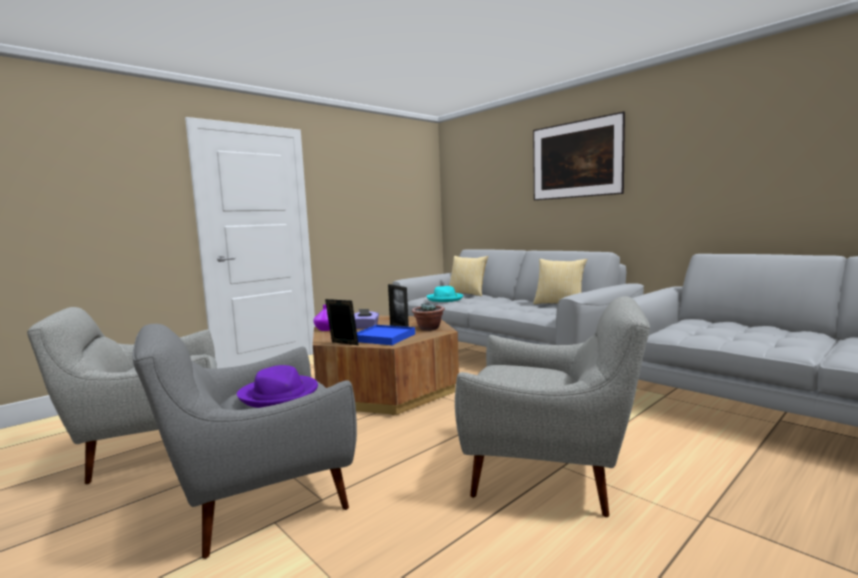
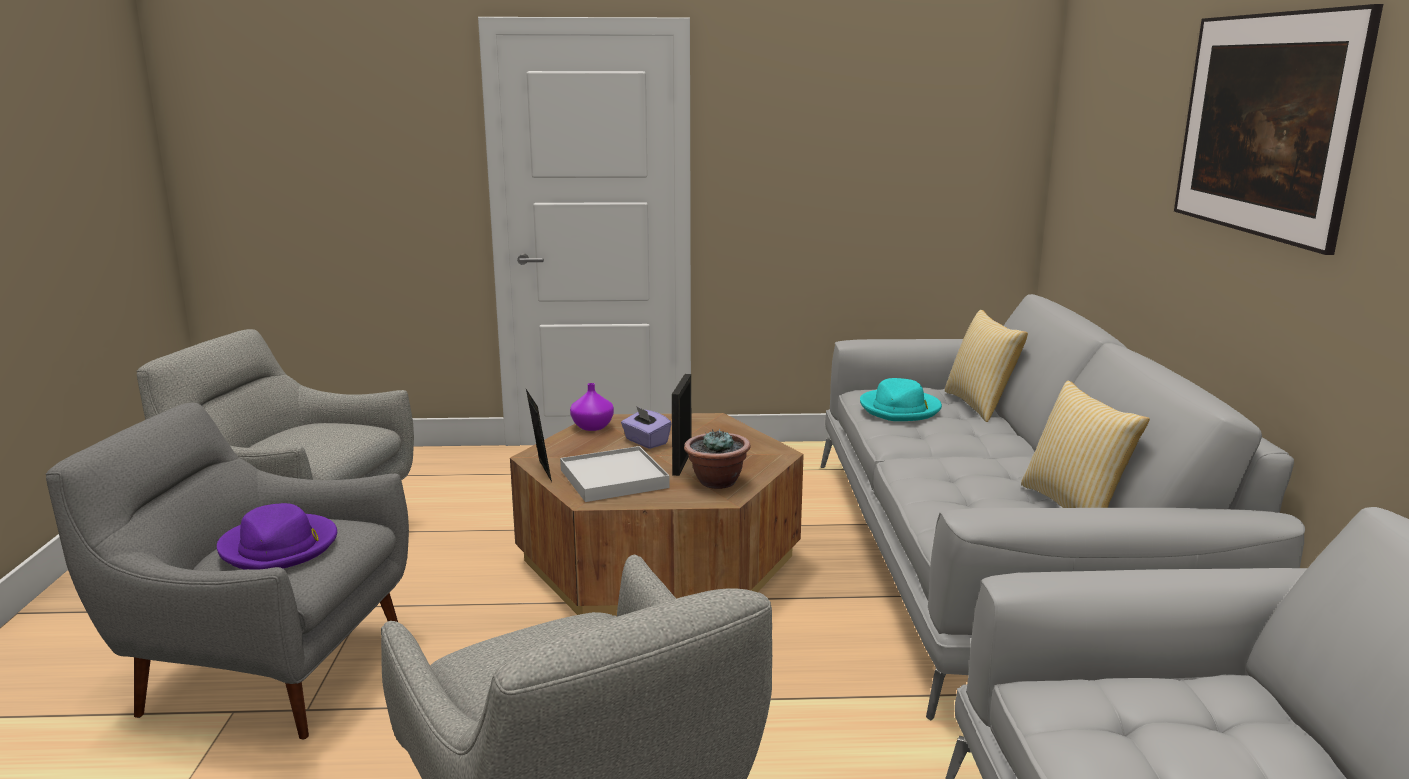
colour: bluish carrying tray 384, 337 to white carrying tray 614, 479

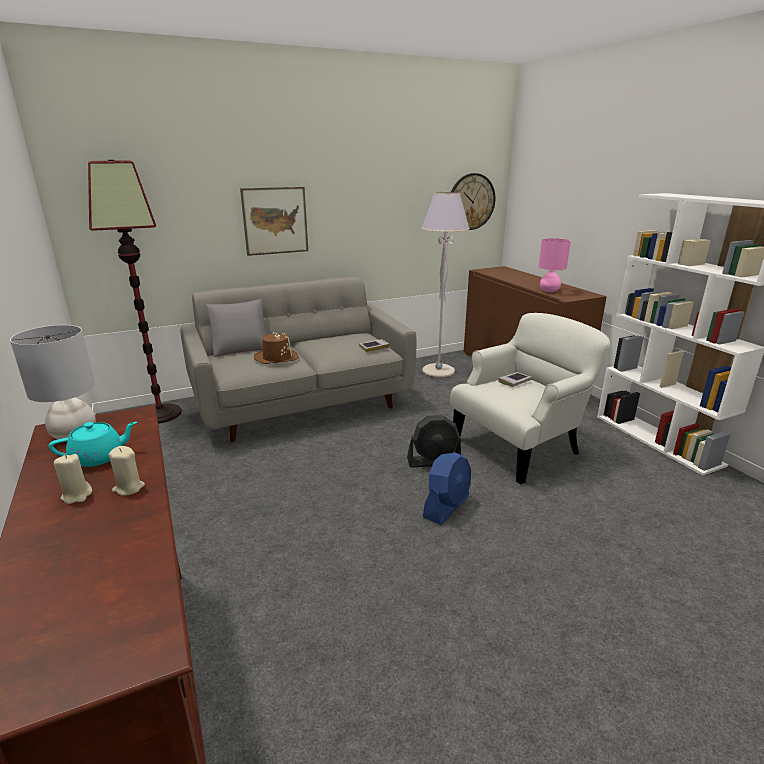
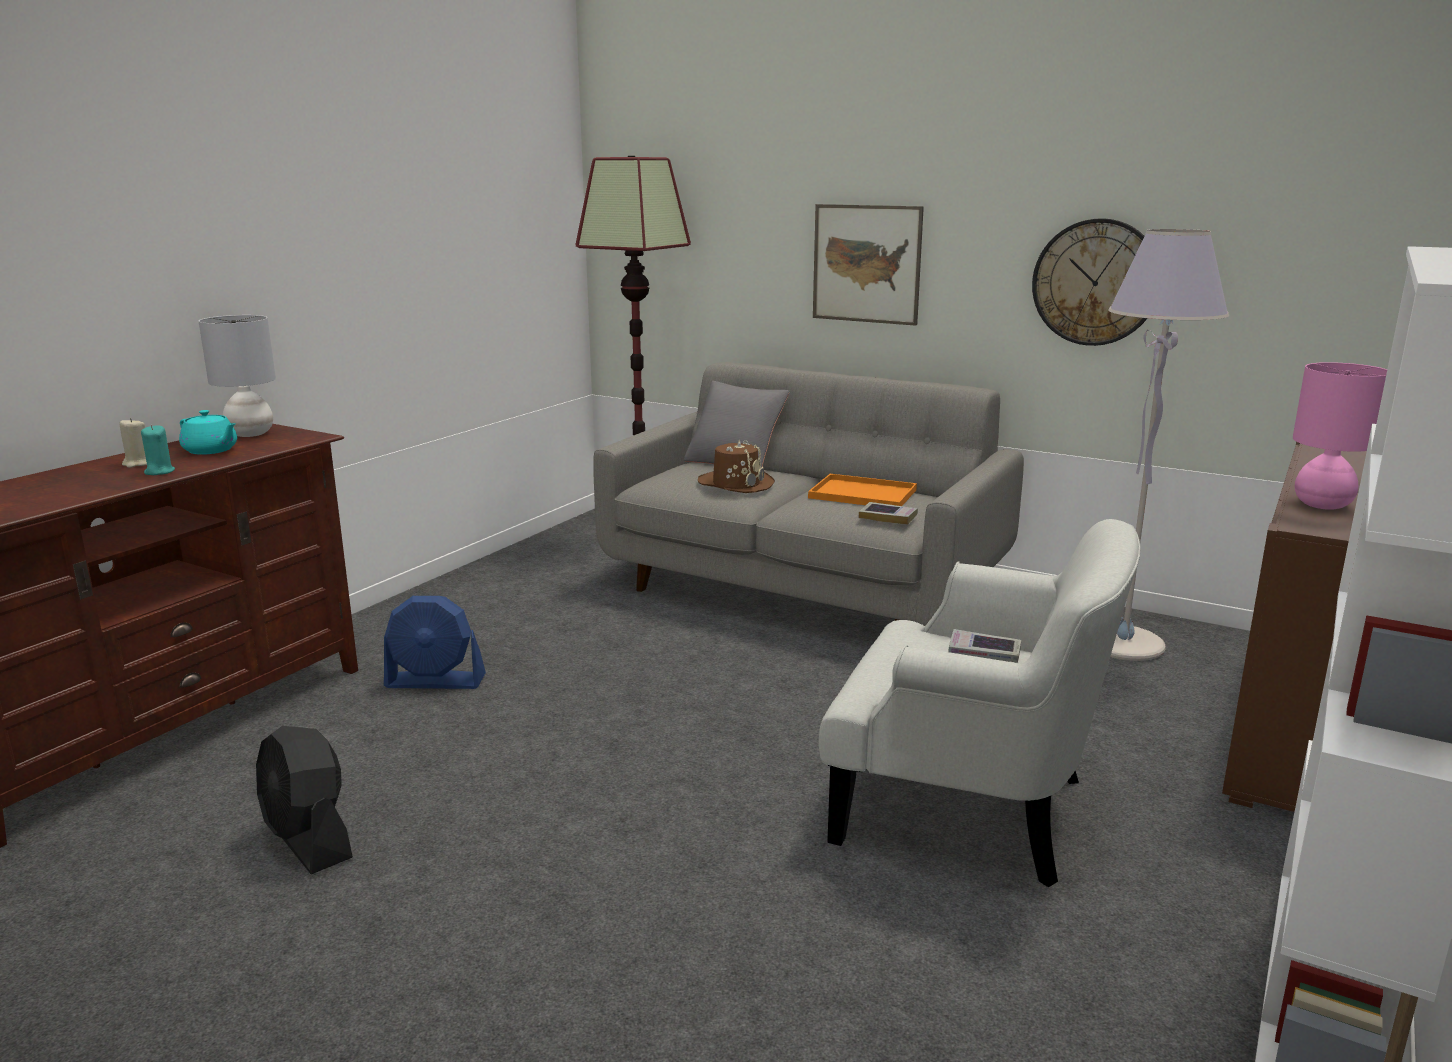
appeared: orange carrying tray 865, 494
relocated: black-coloured cooling fan 434, 461 to 308, 839; bluish cooling fan 446, 506 to 436, 681; hanging clock 471, 201 to 1095, 282
colour: beige candle 128, 488 to blue-green candle 159, 472

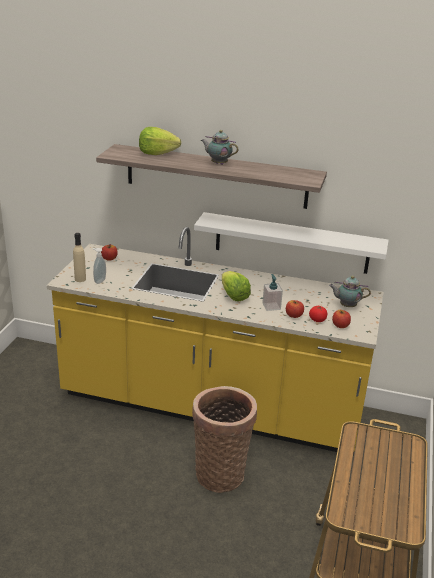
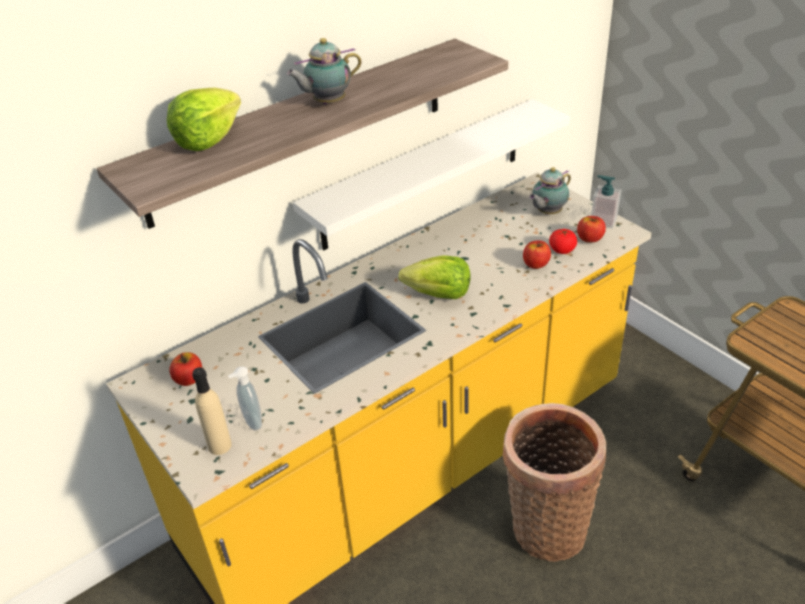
relocated: liquid soap bottle 271, 306 to 603, 220

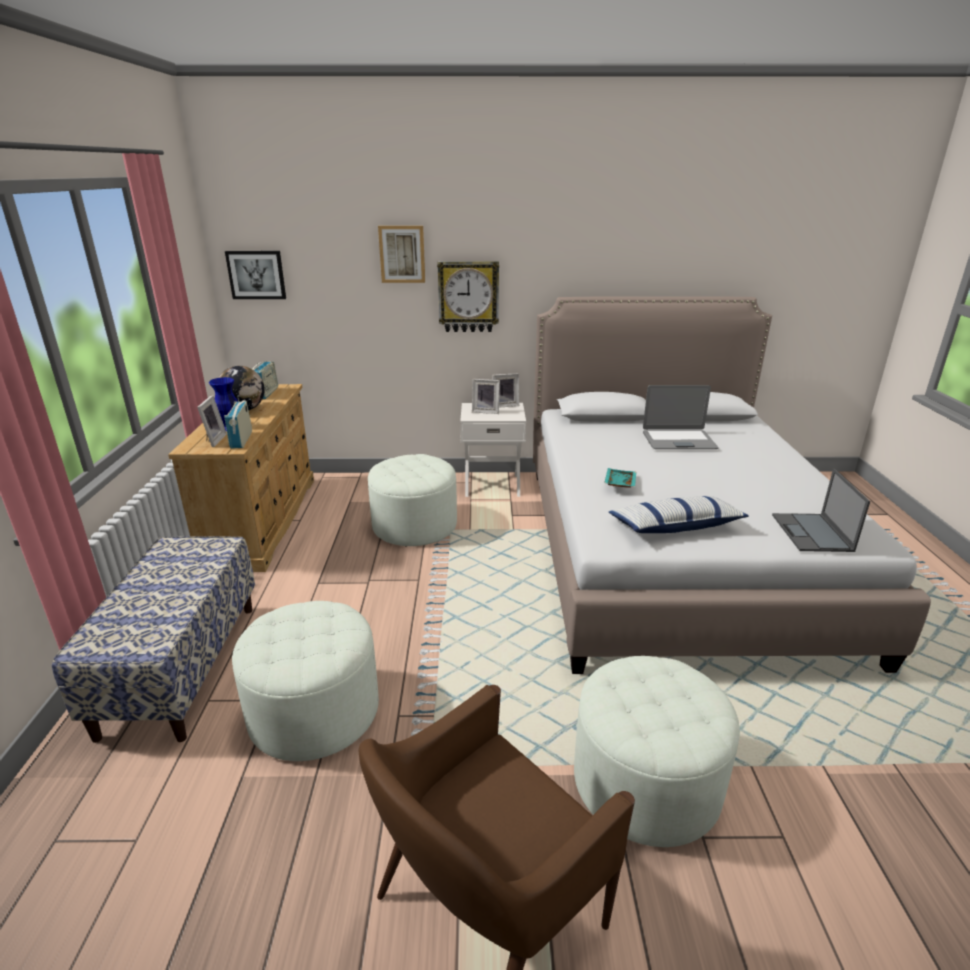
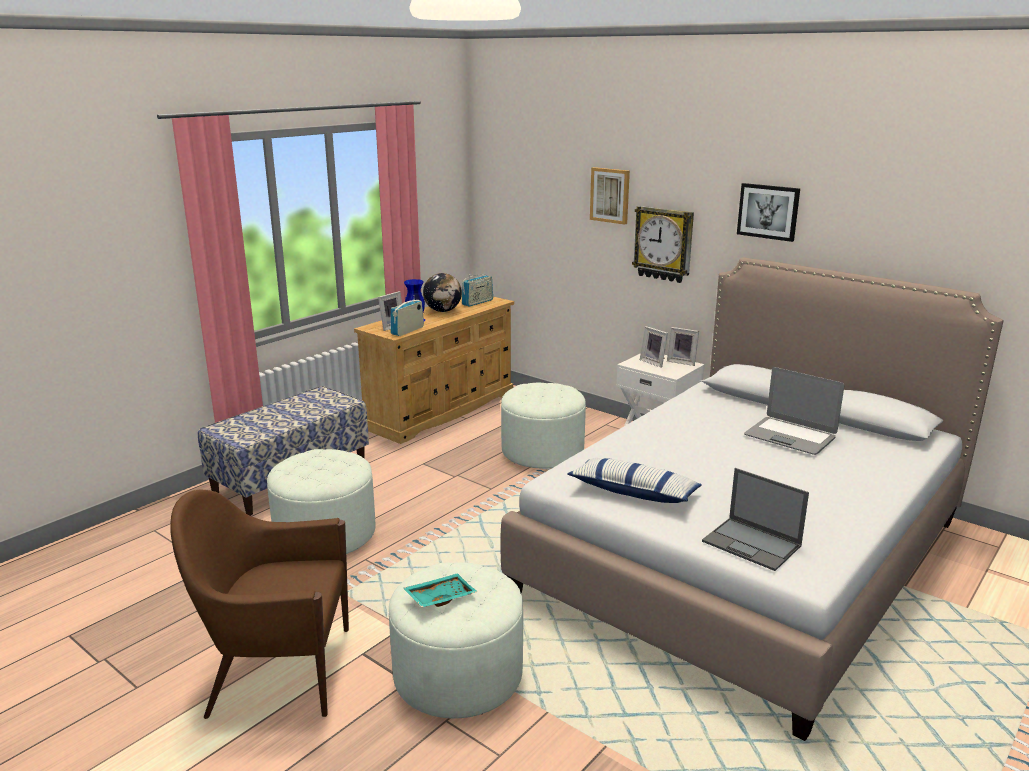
relocated: wall art 256, 275 to 768, 211; blue-green carrying tray 619, 484 to 440, 597
spun: notebook computer 812, 533 = 752, 544 90 degrees counterclockwise

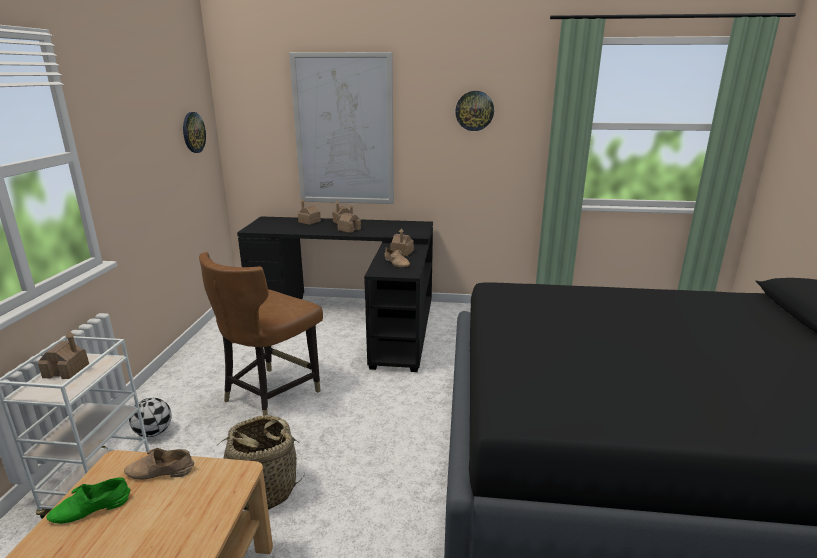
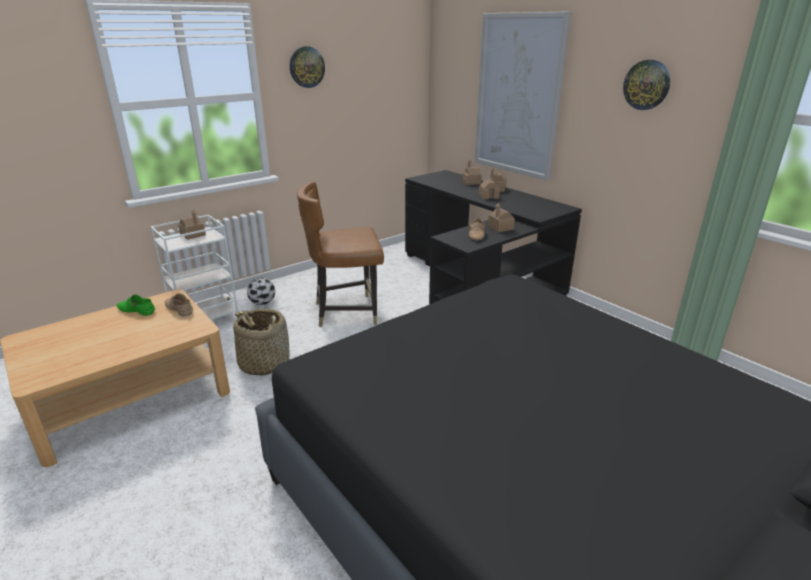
relocated: hanging clock 193, 132 to 306, 67

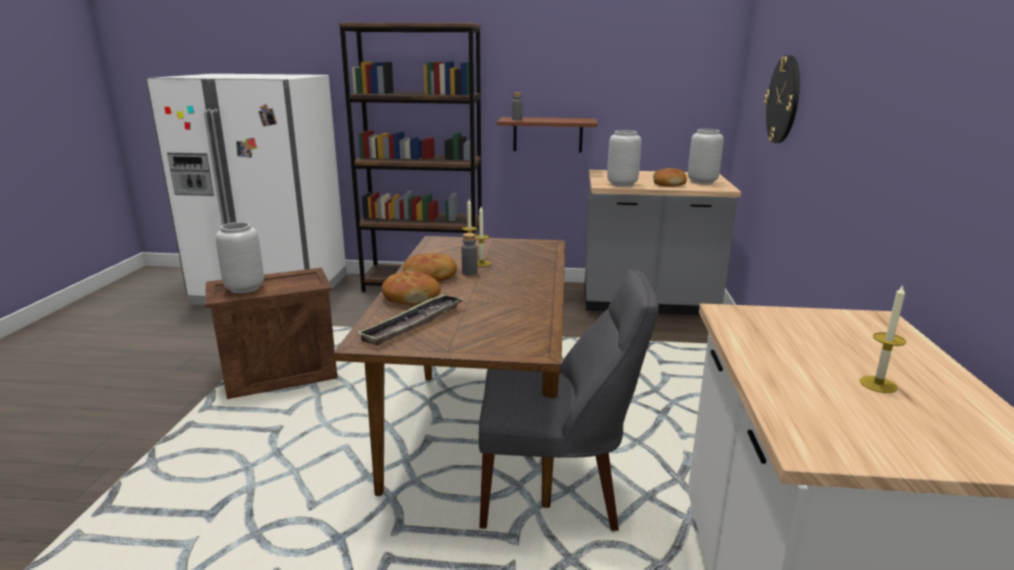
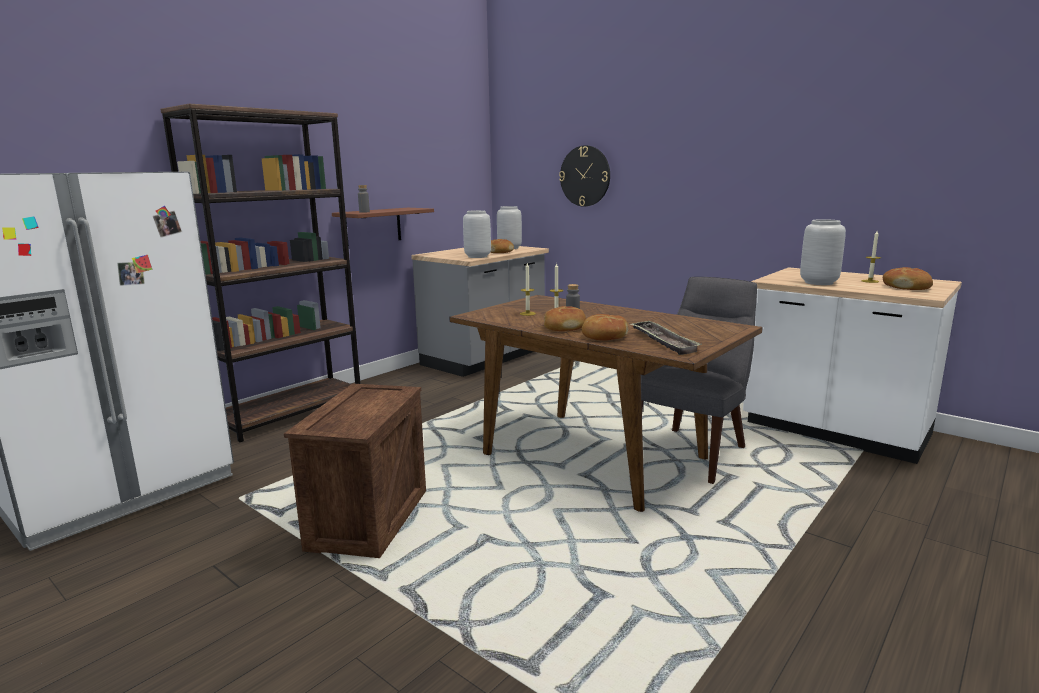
appeared: bakery bread 906, 287
relocated: greyish flower vase 245, 288 to 818, 282

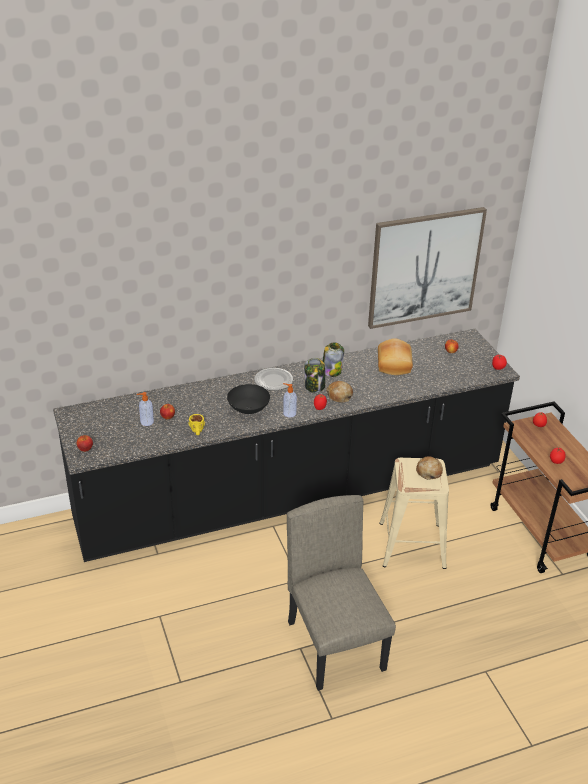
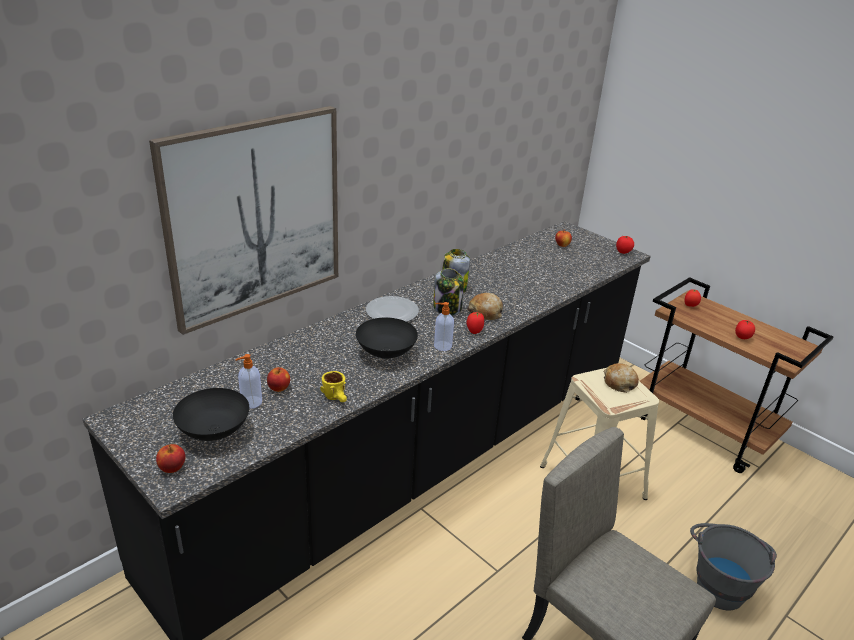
missing: bakery bread 395, 364
appeared: black-coloured deep dish 215, 431; greyish water bucket 719, 582
relocated: wall art 424, 267 to 255, 217

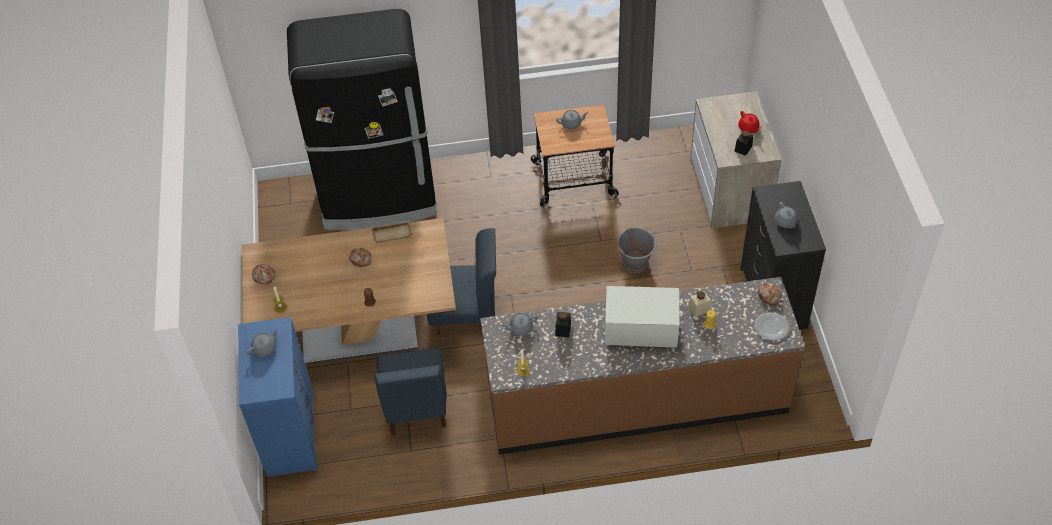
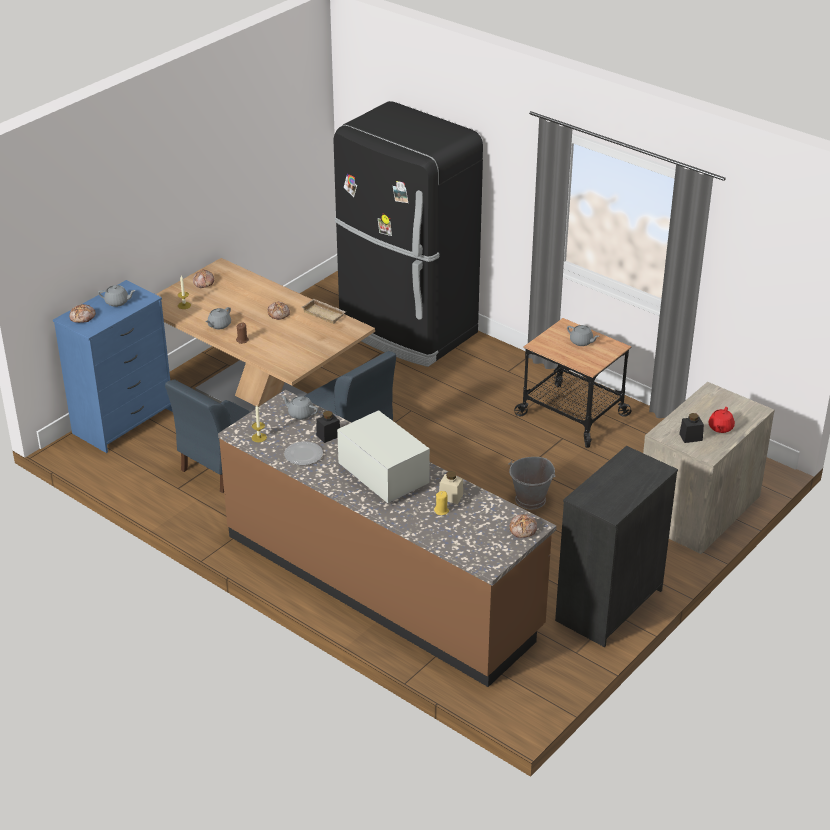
appeared: bakery bread 83, 317
relocated: flat dish 771, 327 to 304, 455; greyish teapot 785, 222 to 219, 325

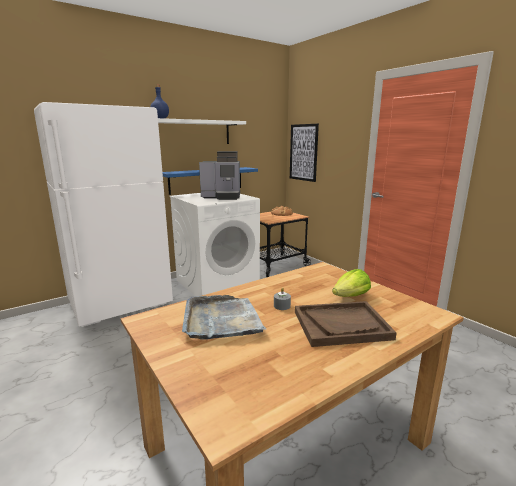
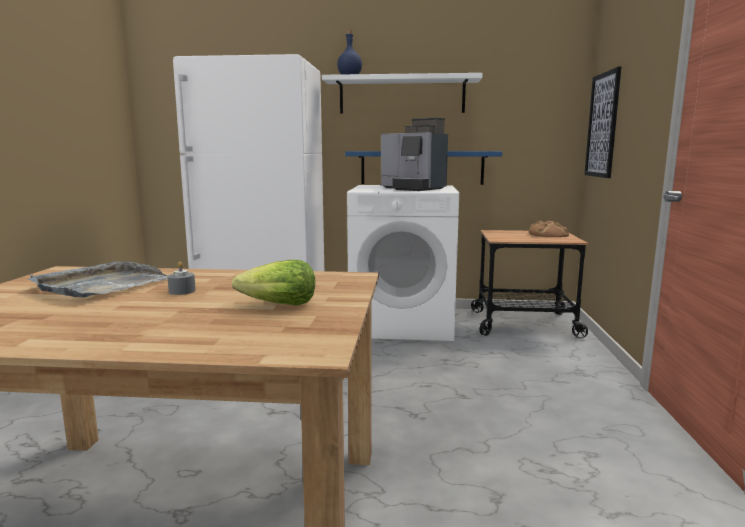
missing: brownish carrying tray 341, 325

